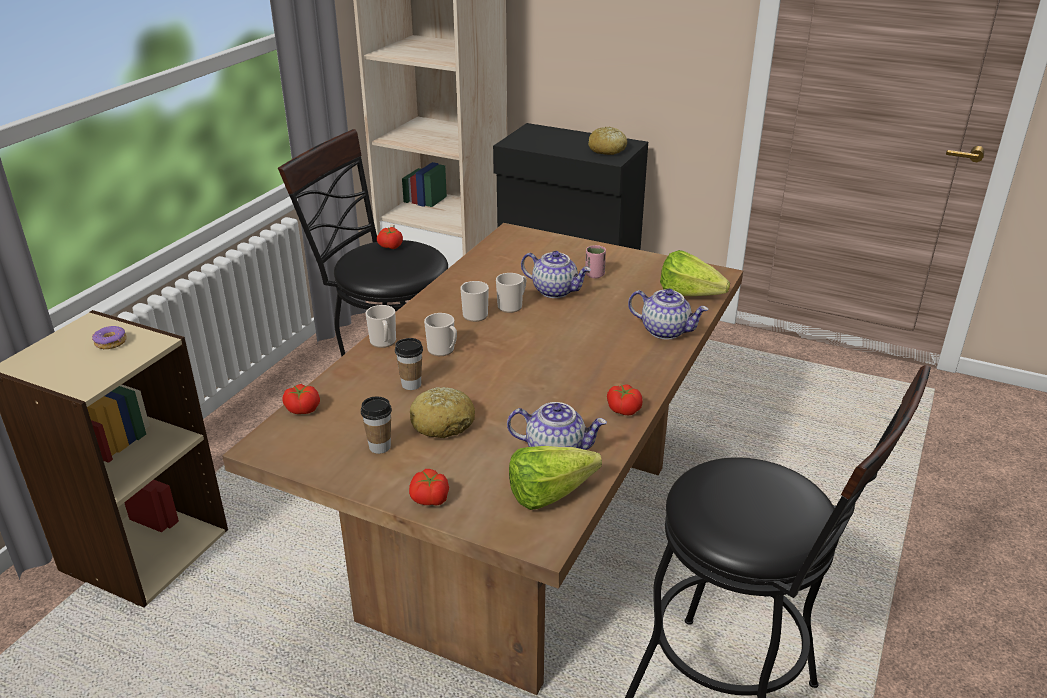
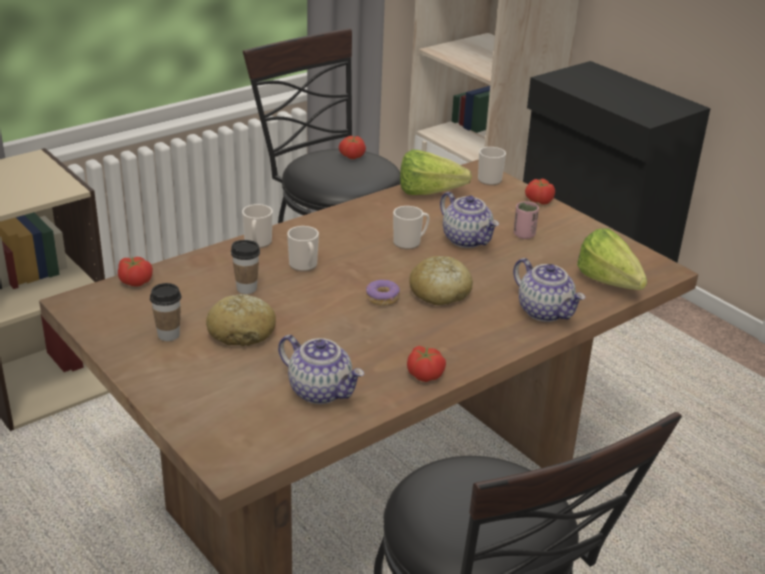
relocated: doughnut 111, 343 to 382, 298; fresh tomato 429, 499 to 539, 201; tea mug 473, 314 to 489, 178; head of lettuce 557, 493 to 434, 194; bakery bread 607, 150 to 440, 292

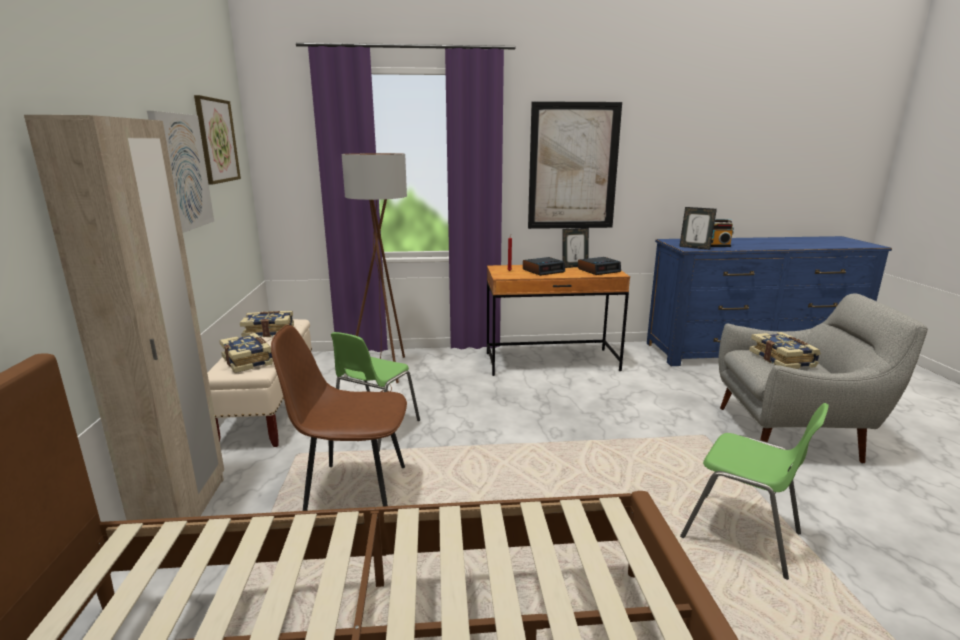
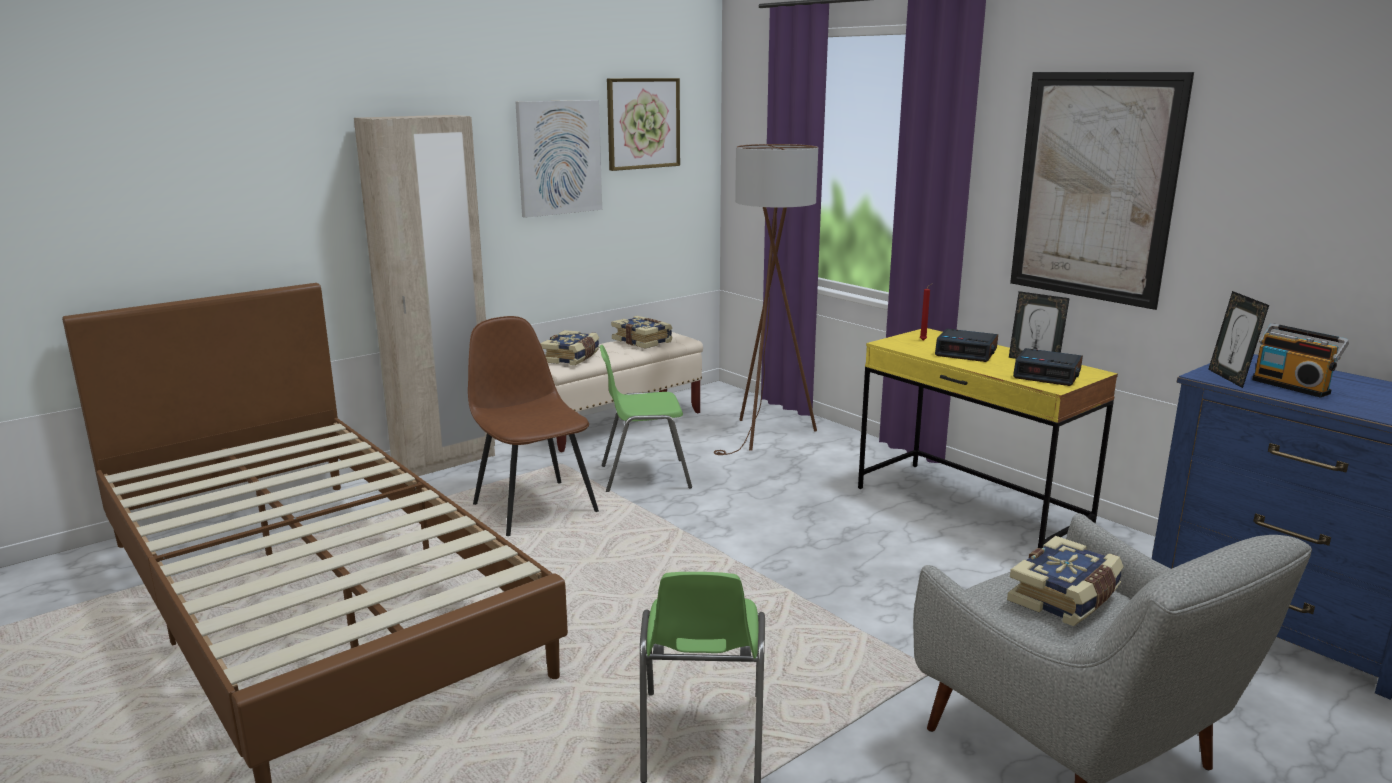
colour: brownish desk unit 551, 362 to yellow-coloured desk unit 970, 509

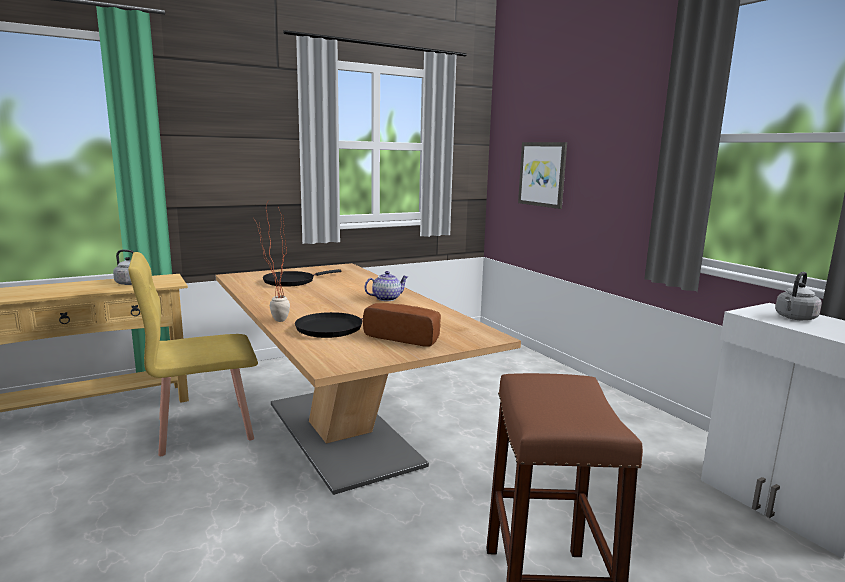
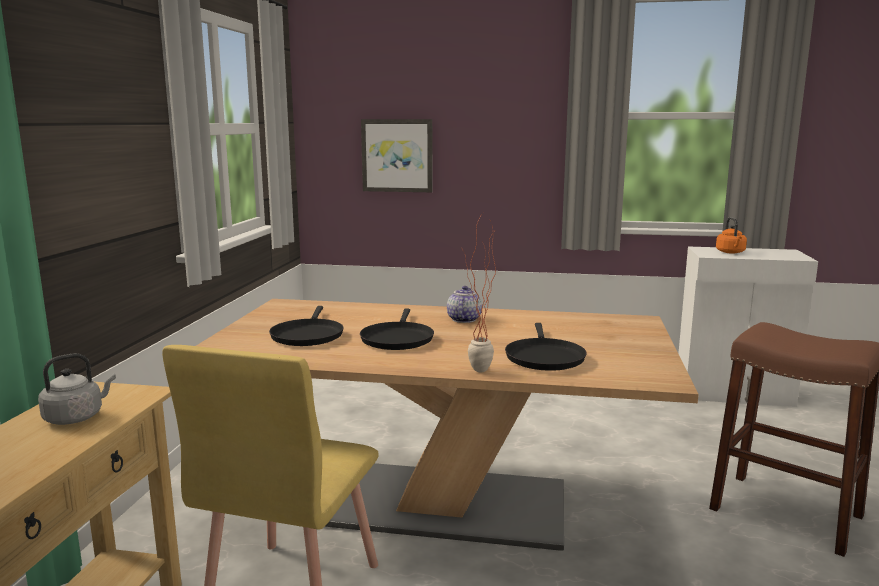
missing: bakery bread 404, 337
appeared: black-coloured frying pan 397, 339
colour: greyish kettle 794, 318 to orange kettle 731, 252

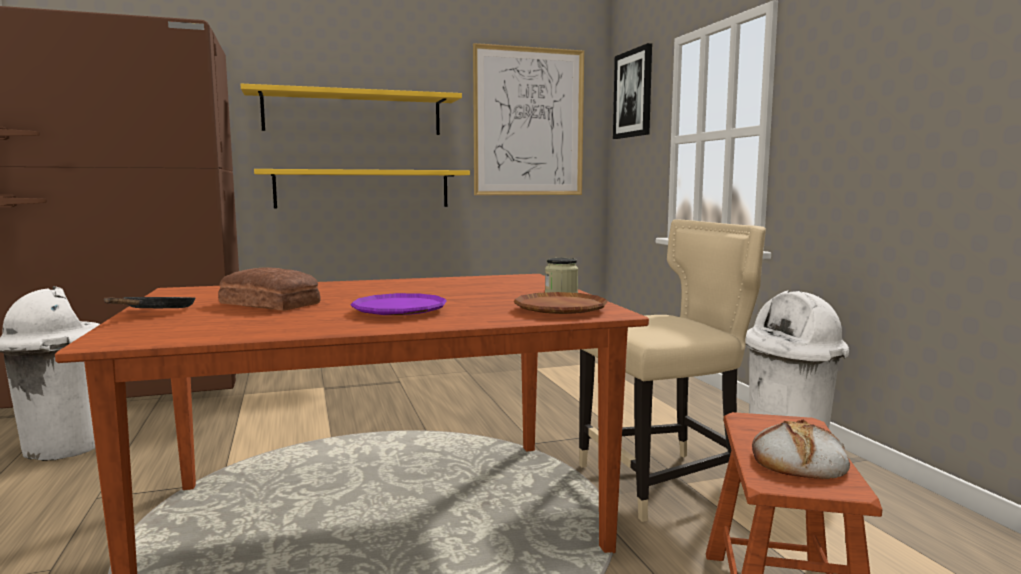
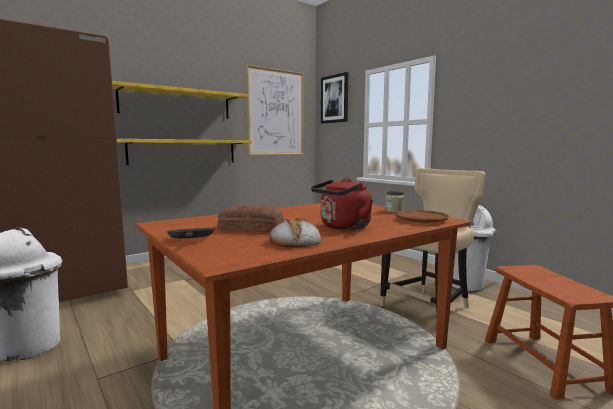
relocated: bakery bread 797, 461 to 294, 241
exchanged: purple-coloured flat dish 399, 311 to red-coloured kettle 343, 227

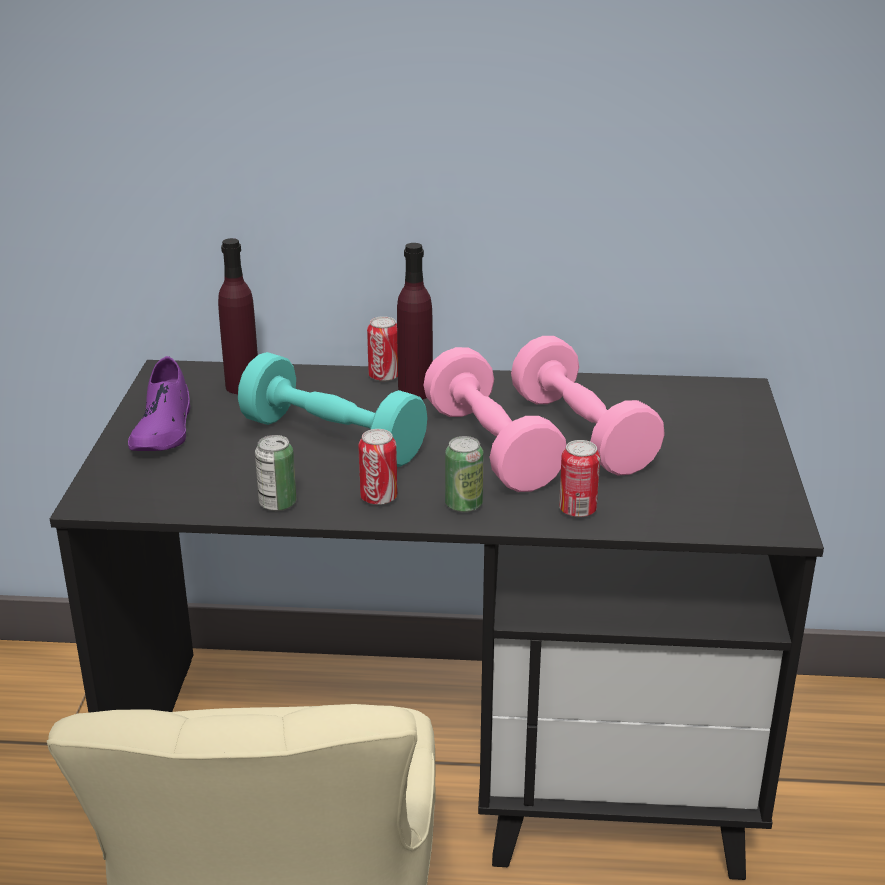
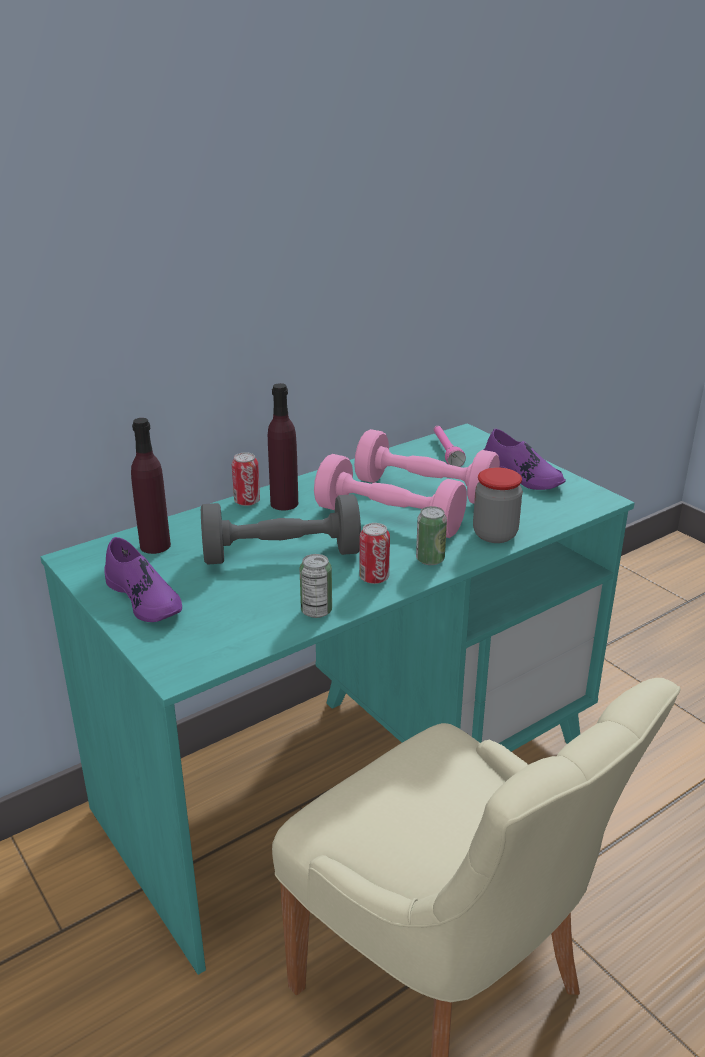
appeared: pink flashlight 446, 452; purple-coloured item of footwear 523, 476
exchanged: metal can 577, 510 to storage jar 495, 534
colour: black-coloured desk unit 445, 758 to blue-green desk unit 352, 773; blue-green hand weight 332, 439 to greyish hand weight 281, 555

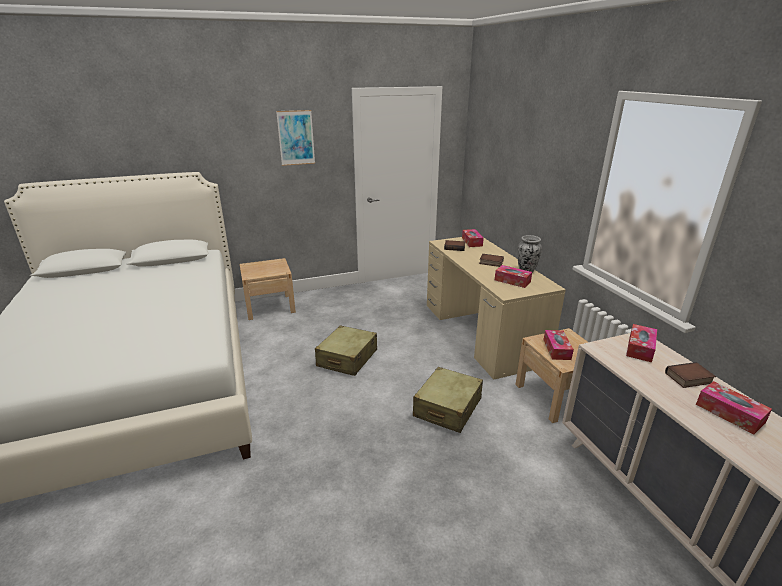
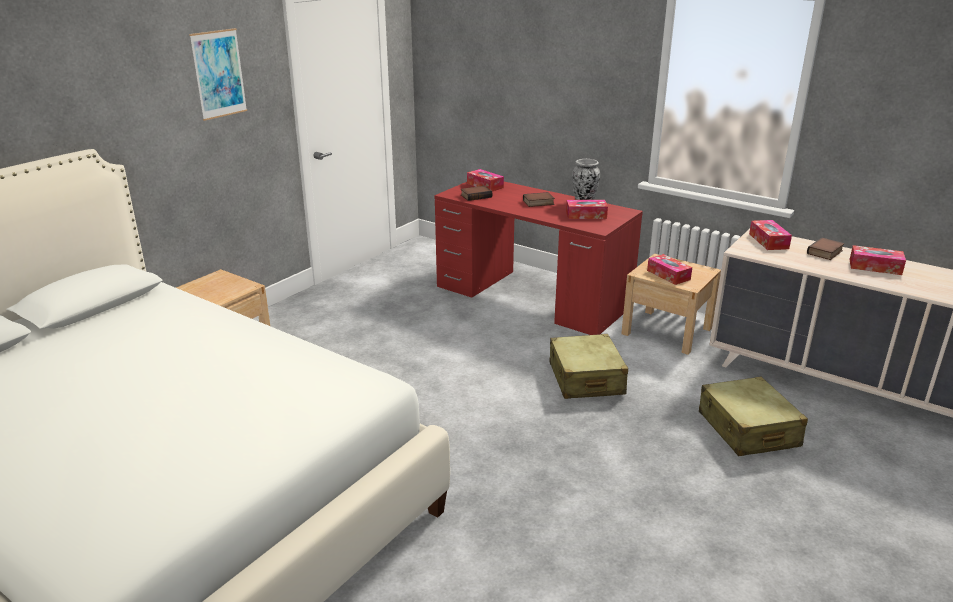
relocated: beige travel case 347, 358 to 747, 429
colour: beige desk unit 481, 332 to red-coloured desk unit 532, 296

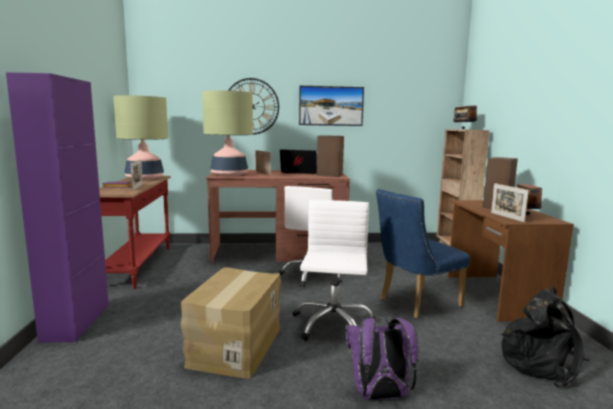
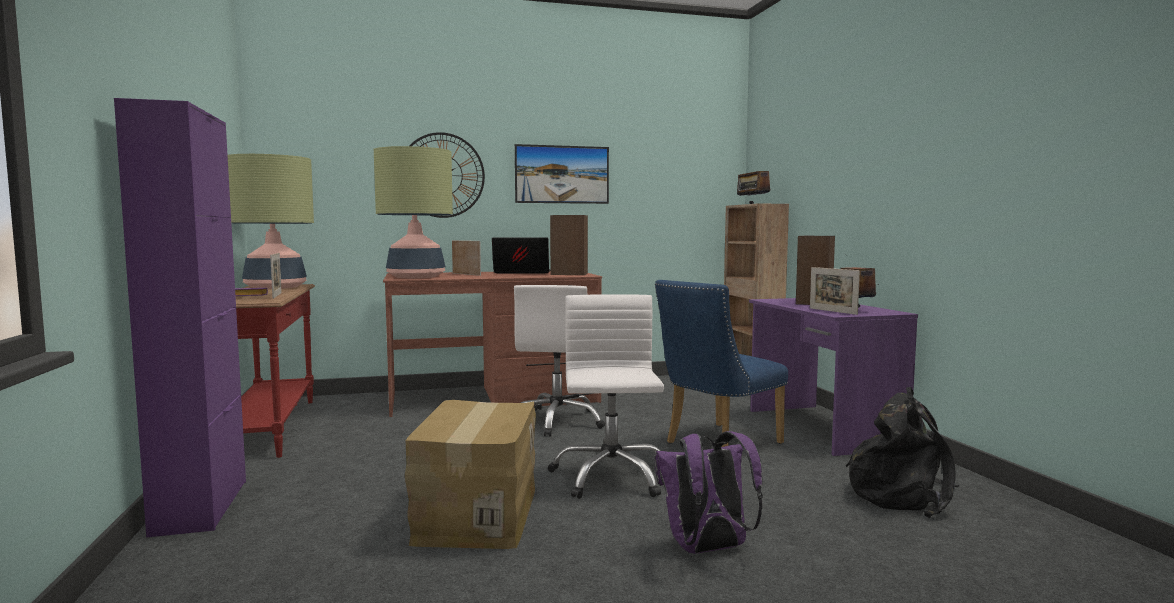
colour: brownish desk unit 495, 296 to purple-coloured desk unit 821, 428

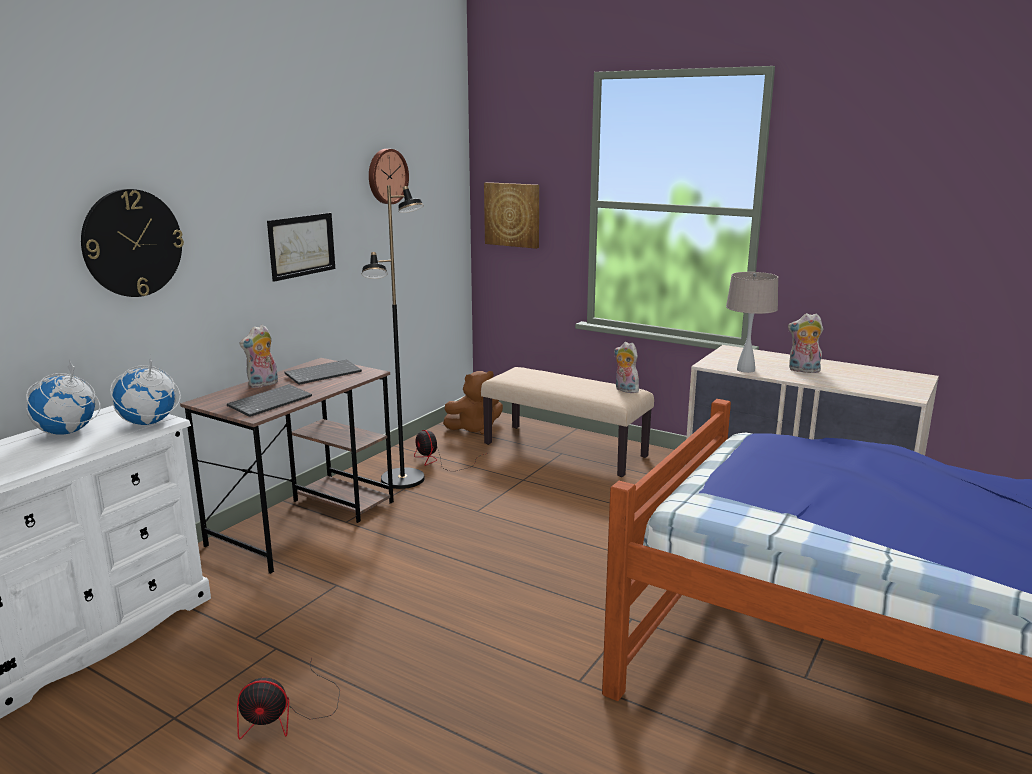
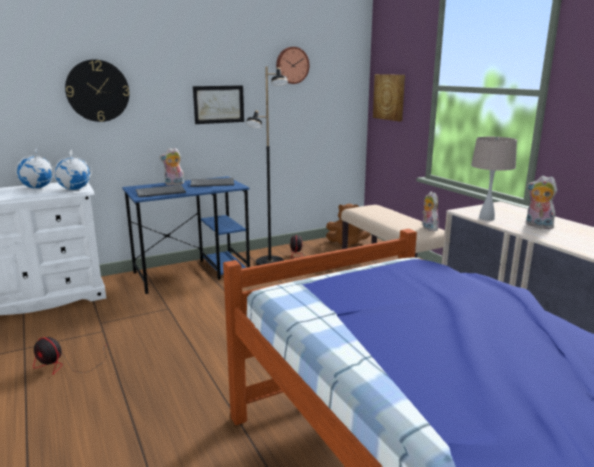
colour: brownish desk unit 305, 522 to bluish desk unit 192, 273

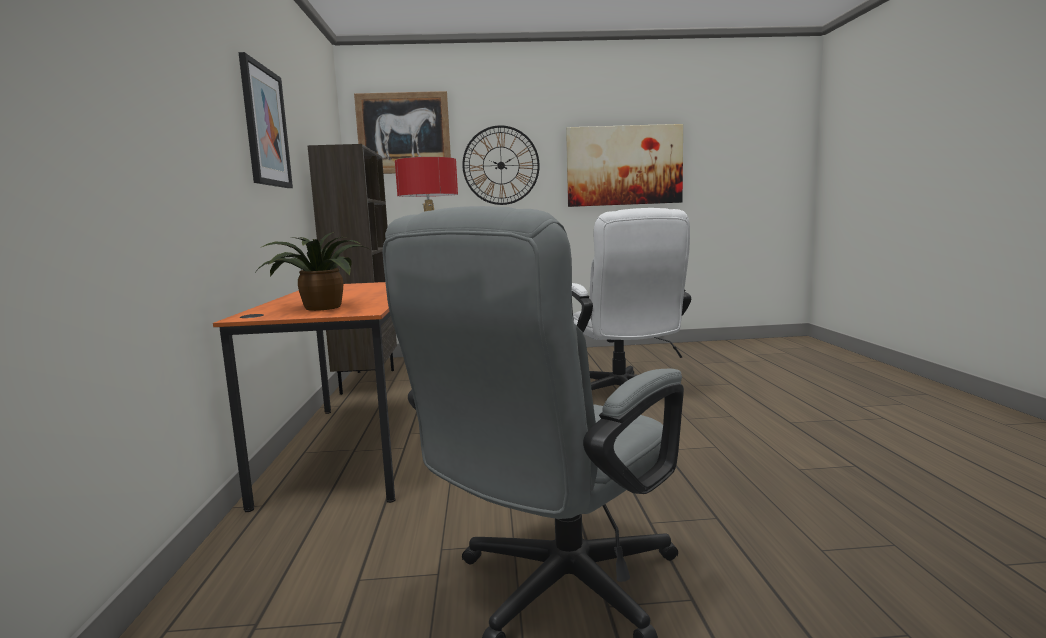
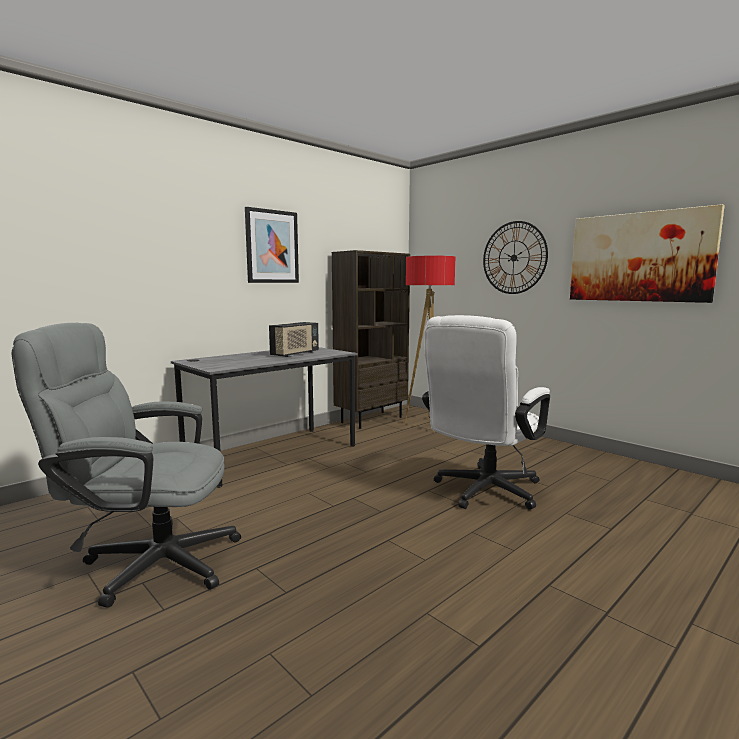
missing: houseplant 319, 308; wall art 403, 133
appeared: radio 295, 354
colour: orange desk unit 353, 448 to greyish desk unit 272, 454

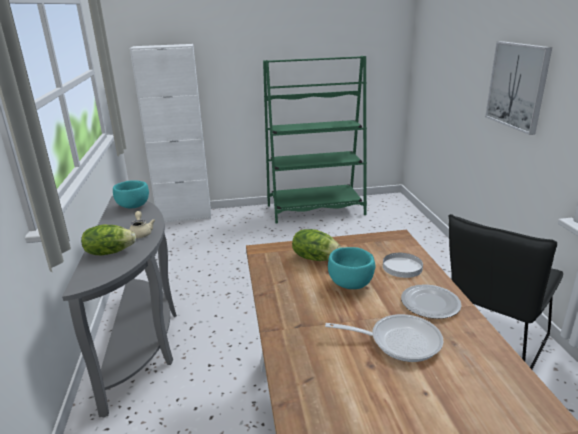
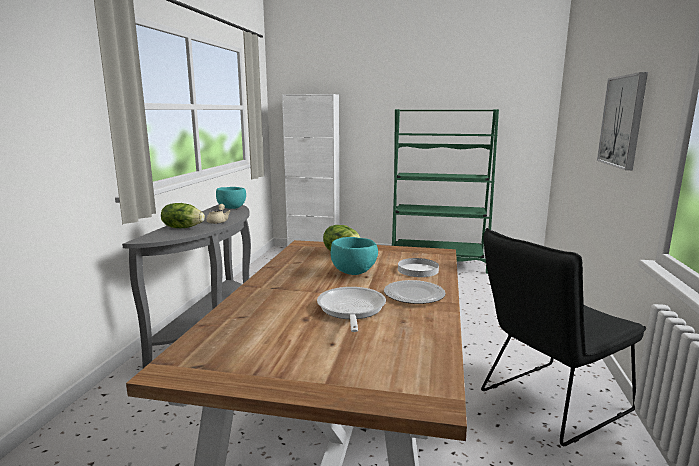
spun: frying pan 398, 341 = 350, 310 120 degrees counterclockwise

